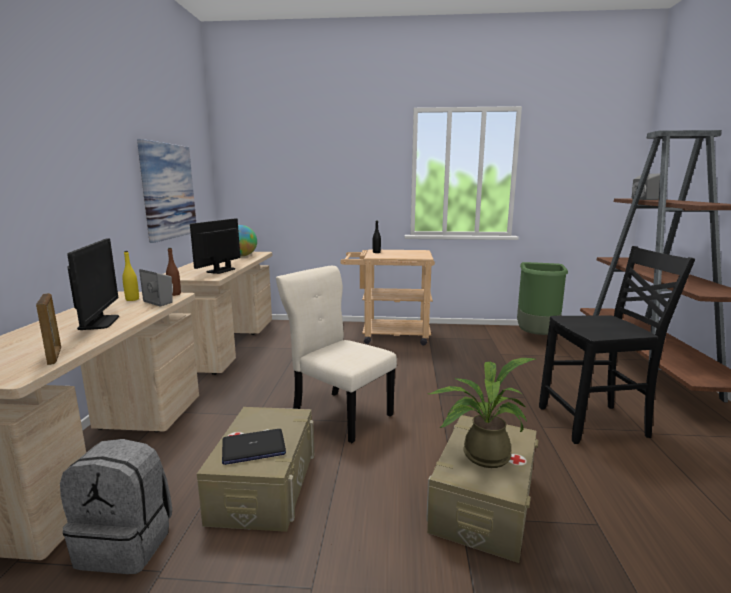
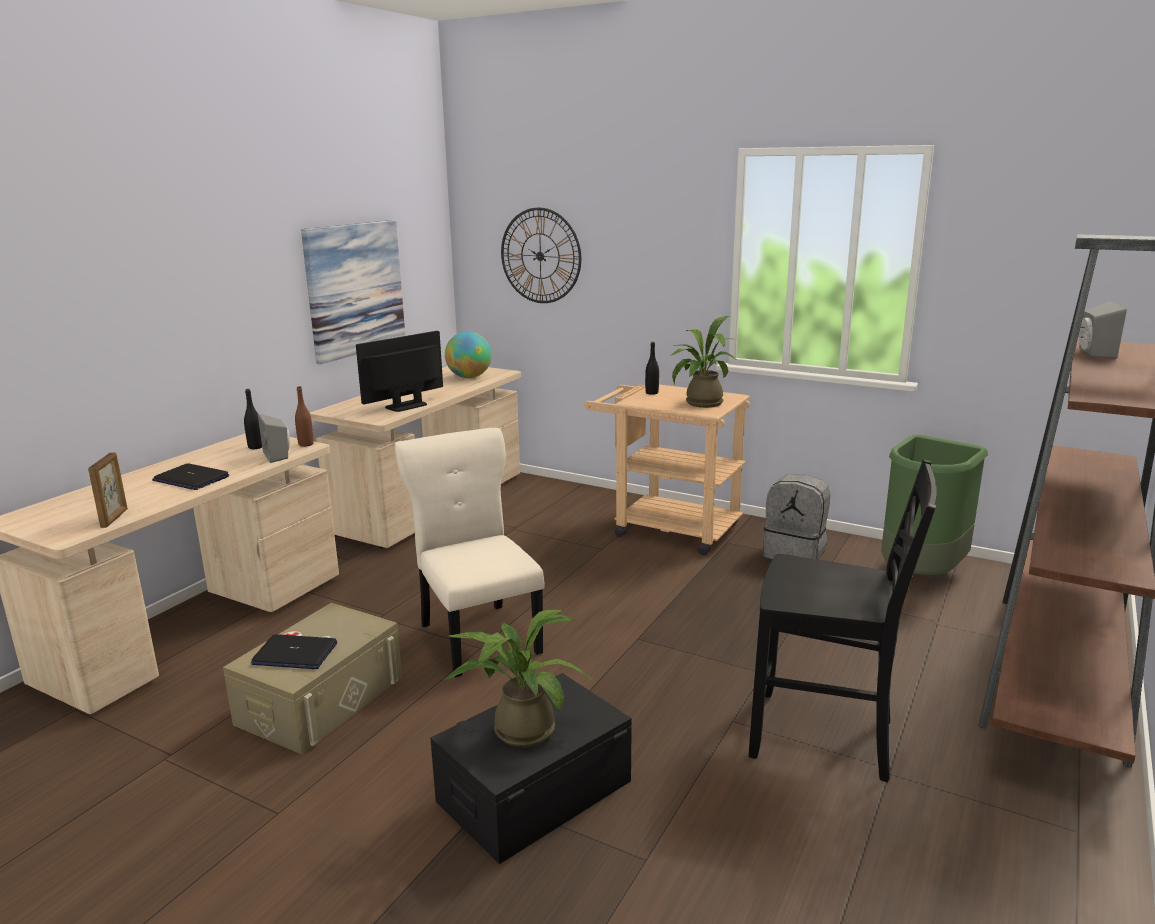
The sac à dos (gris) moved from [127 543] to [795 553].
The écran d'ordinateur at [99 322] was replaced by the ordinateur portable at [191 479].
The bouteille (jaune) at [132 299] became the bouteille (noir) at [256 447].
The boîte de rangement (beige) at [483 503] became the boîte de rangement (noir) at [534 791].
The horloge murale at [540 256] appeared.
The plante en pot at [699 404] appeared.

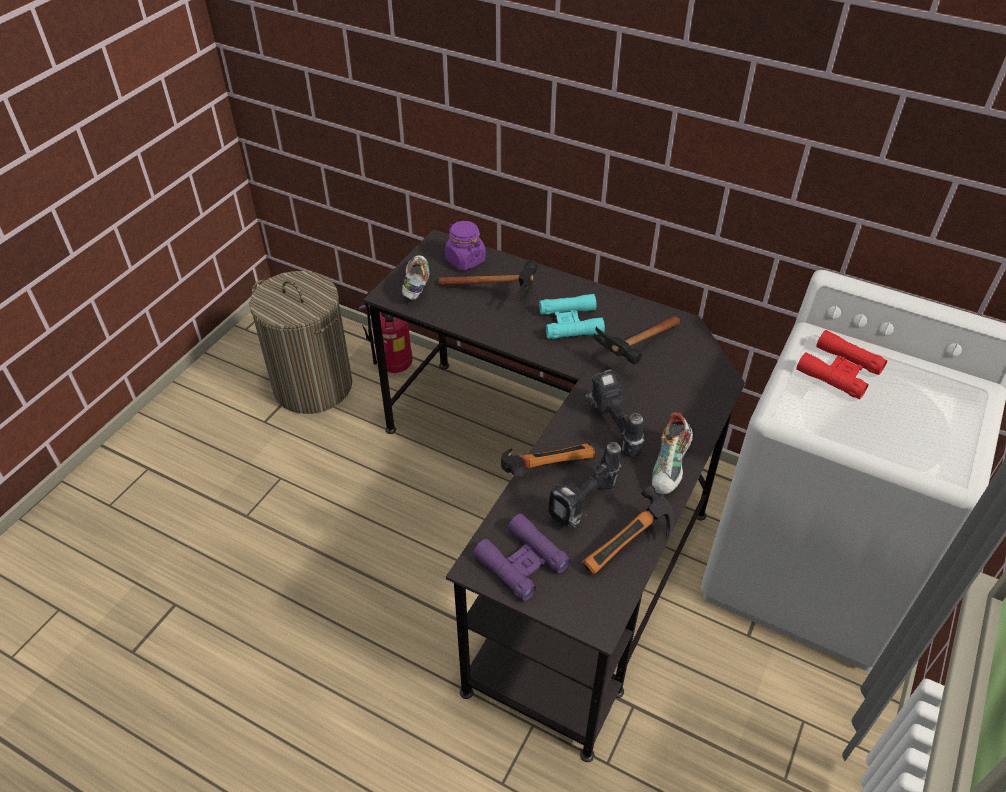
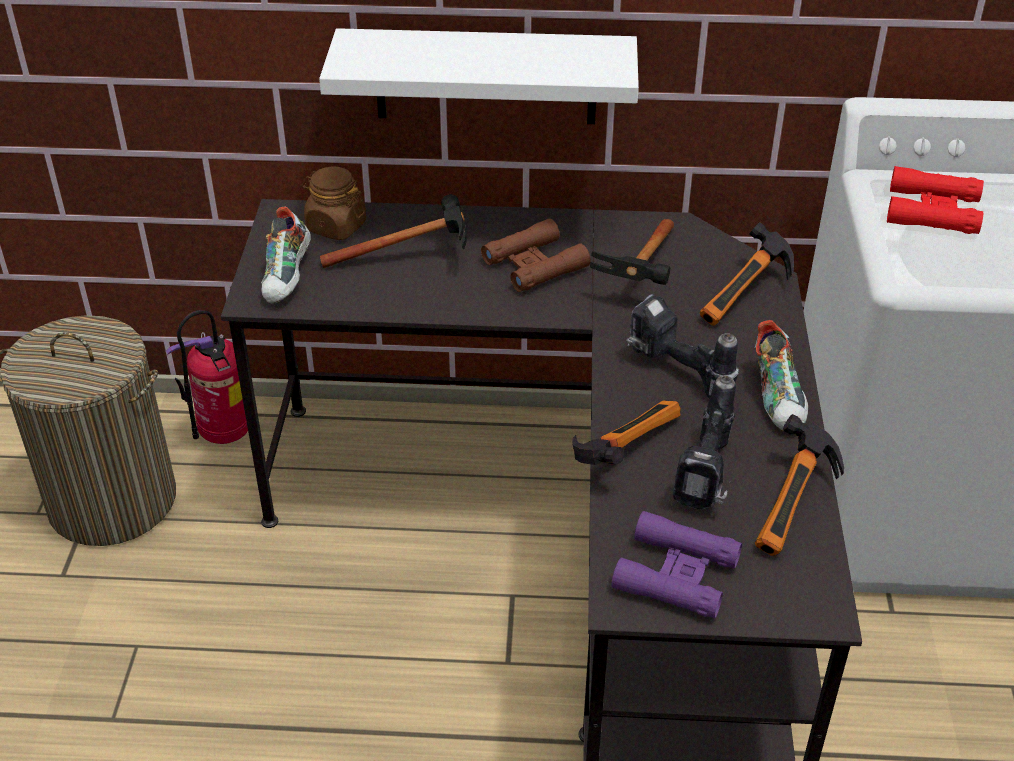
The chaussure at [416 286] turned 150 degrees counterclockwise.
The bocal (violet) at [465 260] became the bocal (marron) at [336 226].
The jumelles (turquoise) at [570 322] became the jumelles (marron) at [534 265].
The étagère (blanc) at [486 76] appeared.
The marteau at [748 298] appeared.

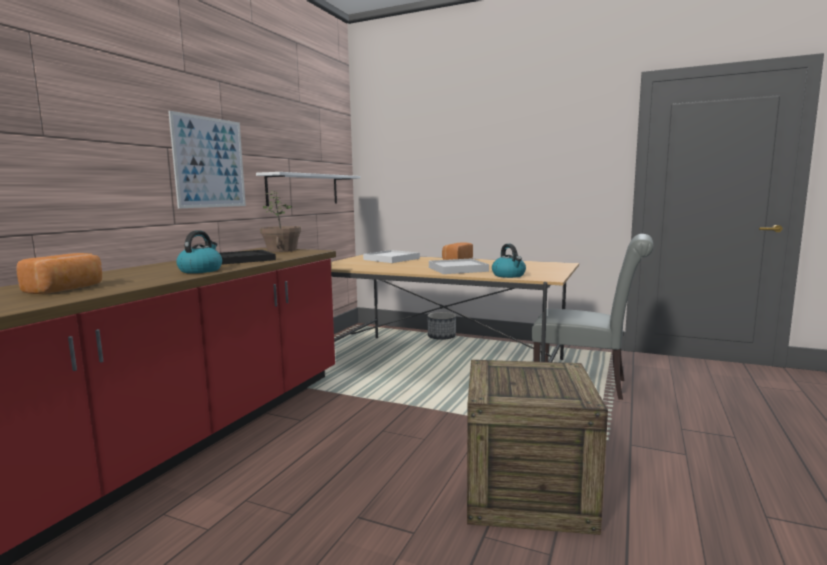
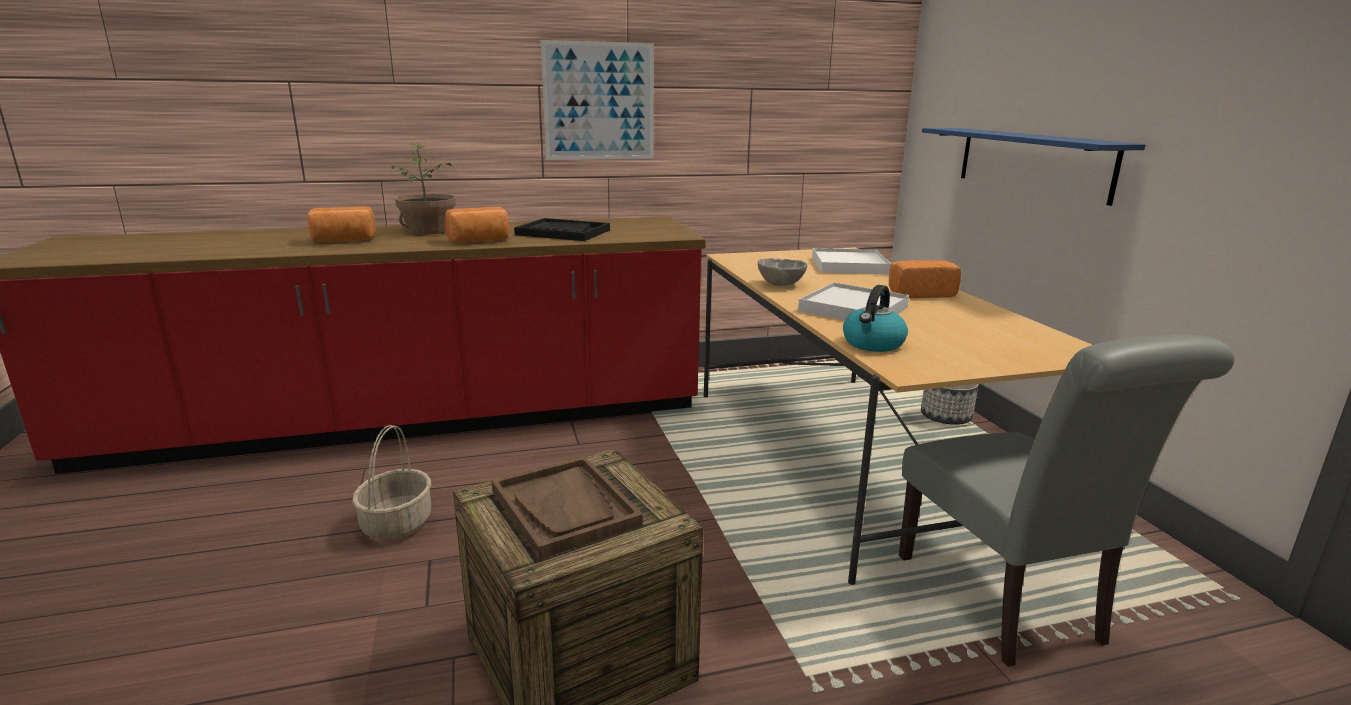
The bouilloire at [201 270] was replaced by the pain at [479 240].
The étagère (blanc) at [304 189] disappeared.
The plante en pot moved from [282 250] to [429 230].
The panier at [397 523] appeared.
The plateau (marron) at [565 508] appeared.
The bol (gris) at [780 284] appeared.
The étagère (bleu) at [1032 162] appeared.

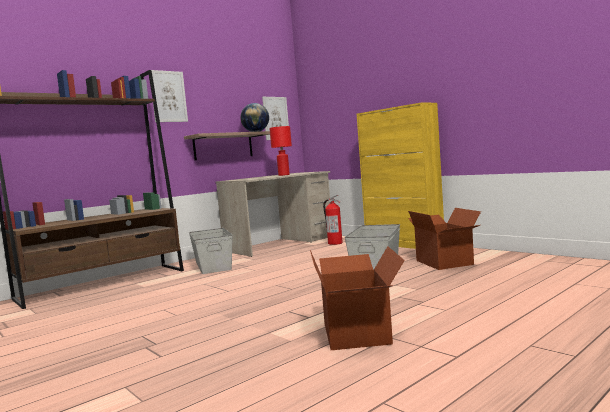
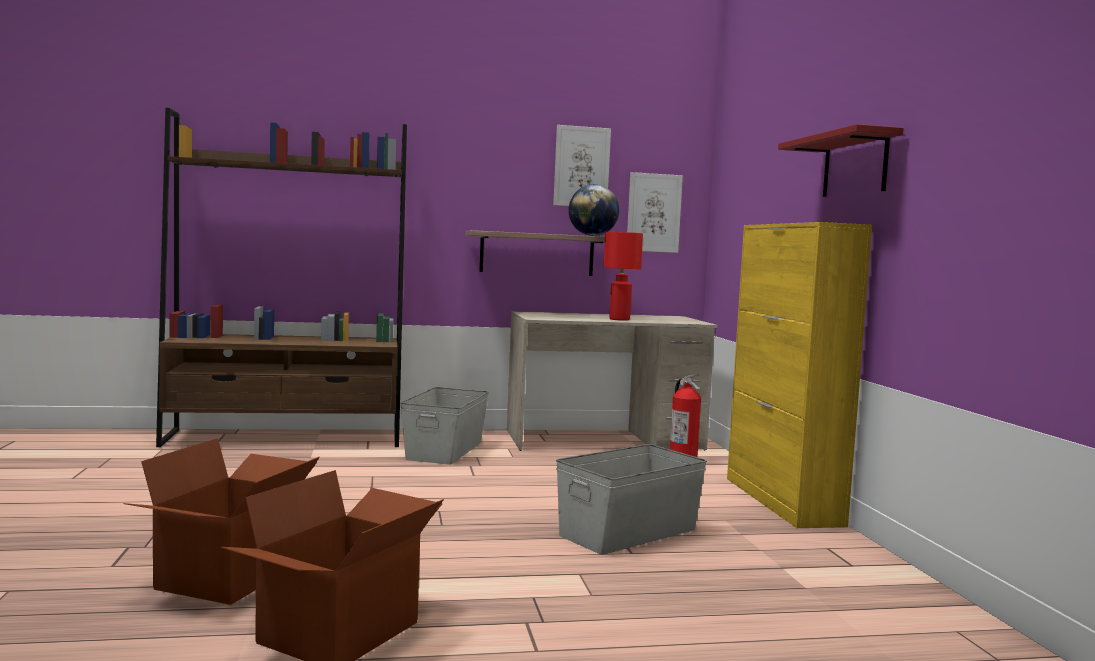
The tableau moved from [168 96] to [581 167].
The carton moved from [445 262] to [230 577].
The étagère (rouge) at [855 166] appeared.

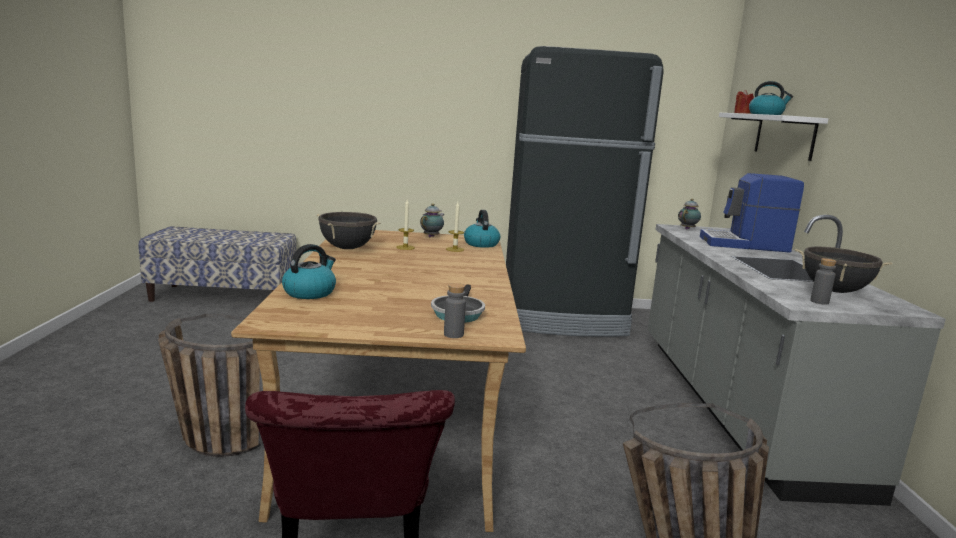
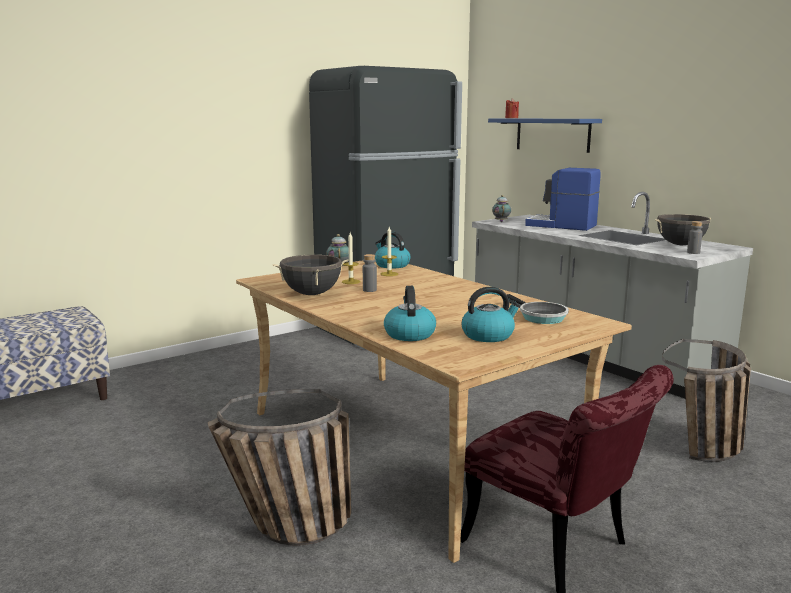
The bouteille (gris) moved from [453 334] to [369 290].
The machine à café at [745 244] turned 60 degrees clockwise.
The étagère (blanc) at [784 136] became the étagère (bleu) at [552 134].
The bouilloire moved from [766 114] to [488 335].

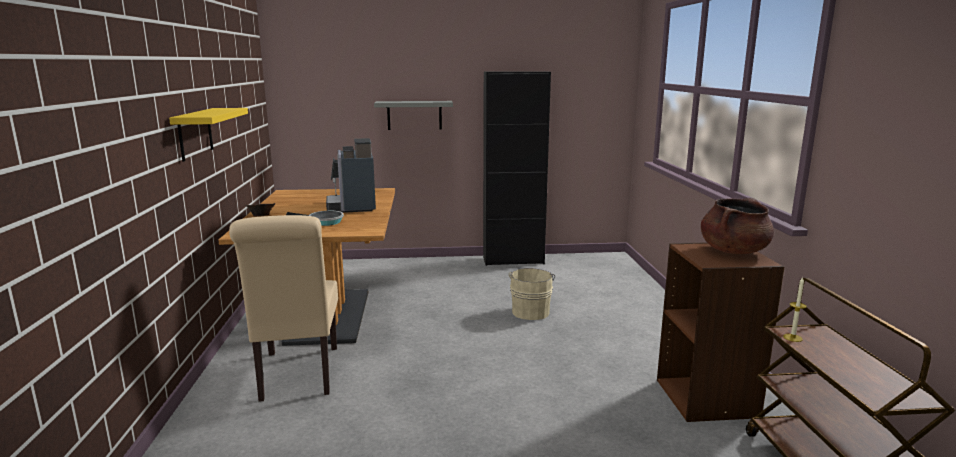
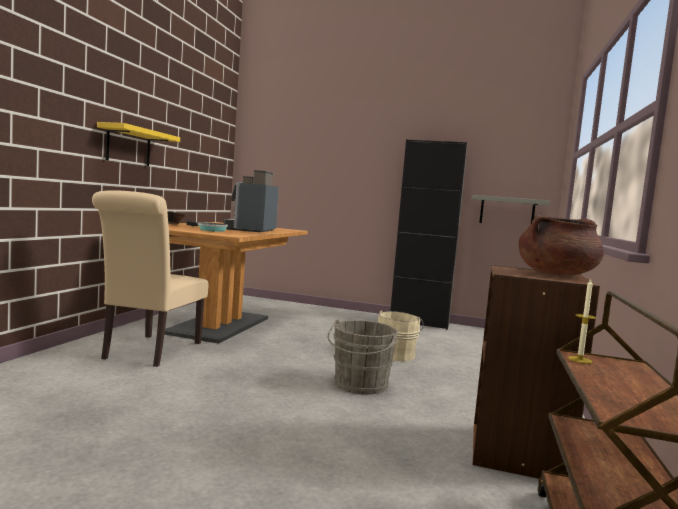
The étagère (gris) moved from [414 115] to [507 211].
The seau (gris) at [359 385] appeared.

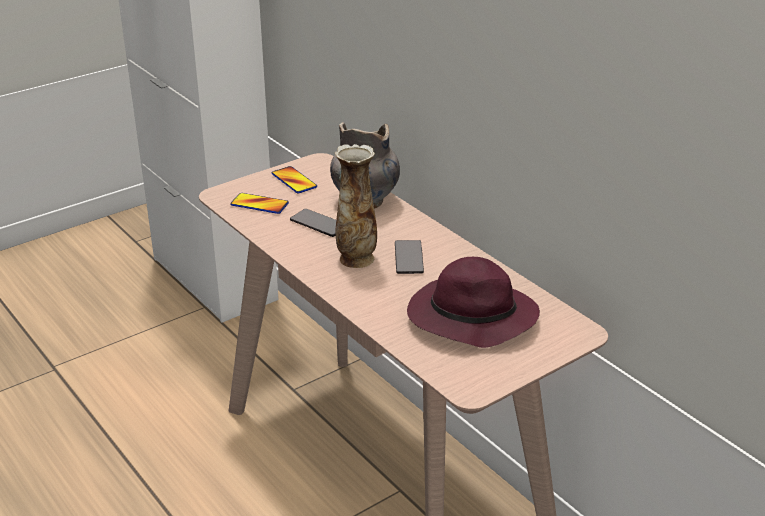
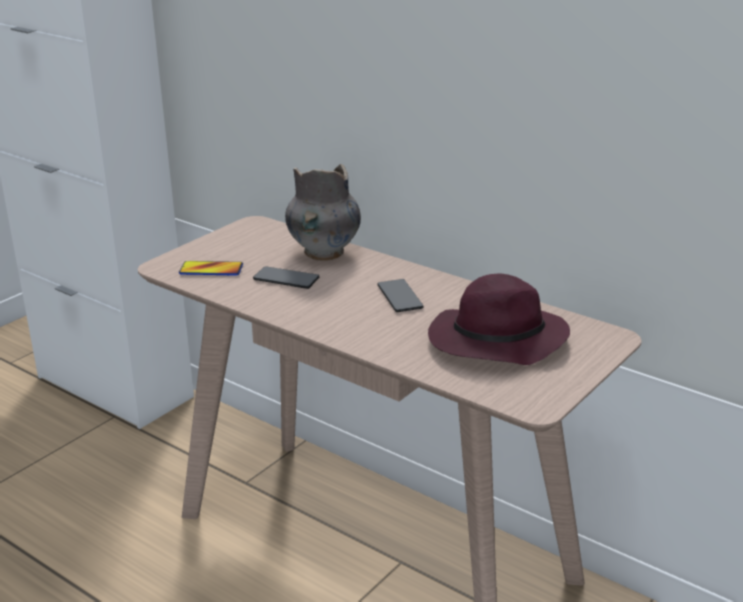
The téléphone at [294 181] disappeared.
The vase at [356 258] disappeared.

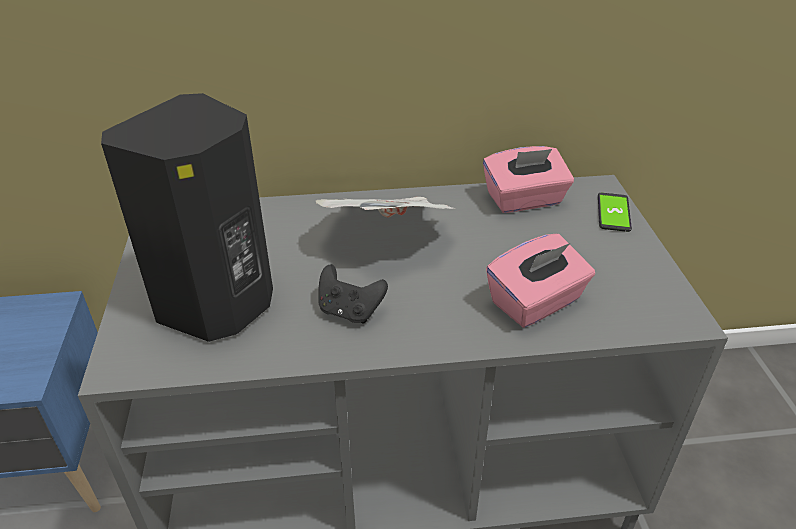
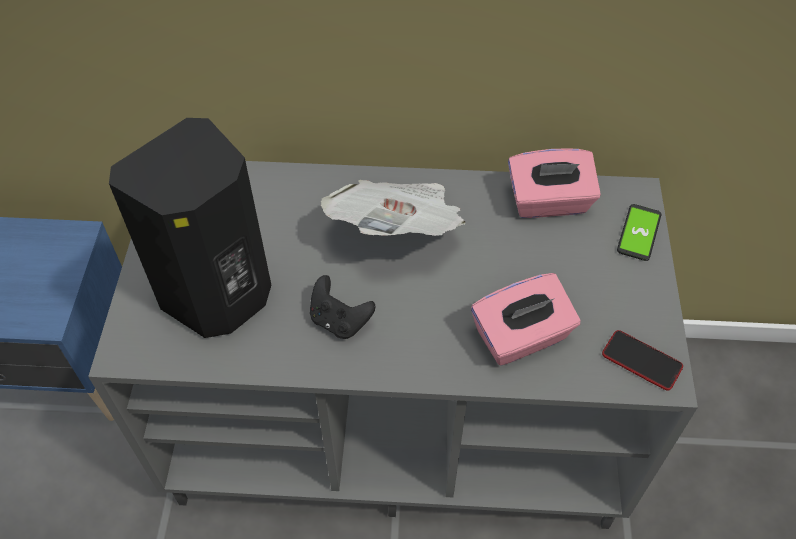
The téléphone at [641 361] appeared.

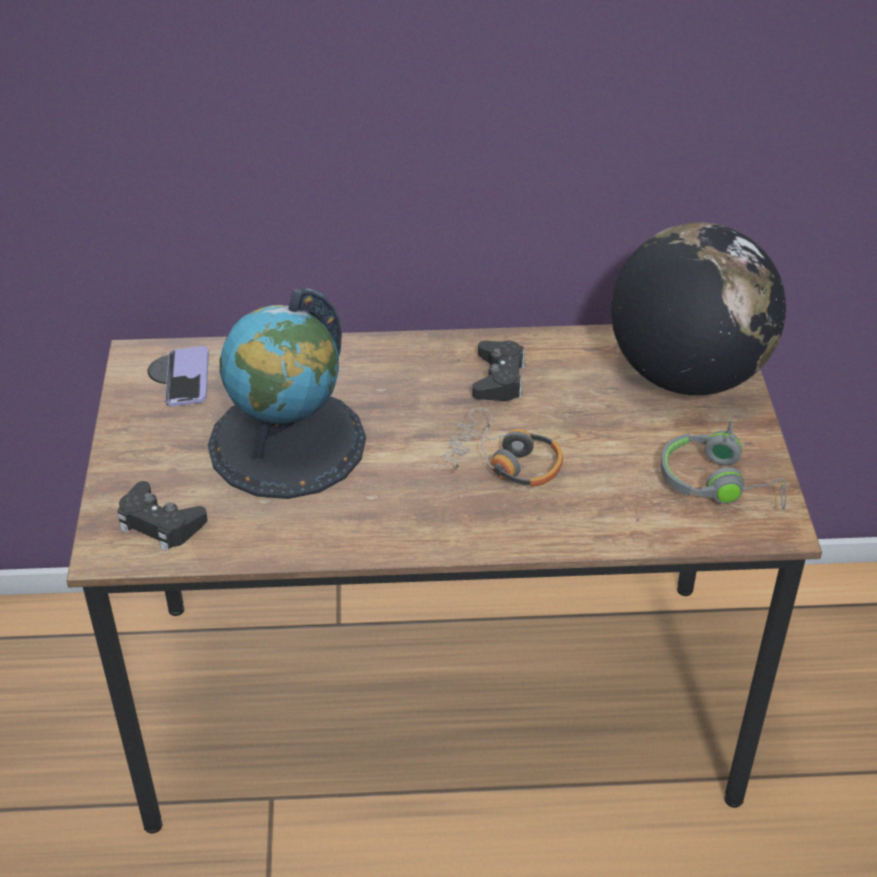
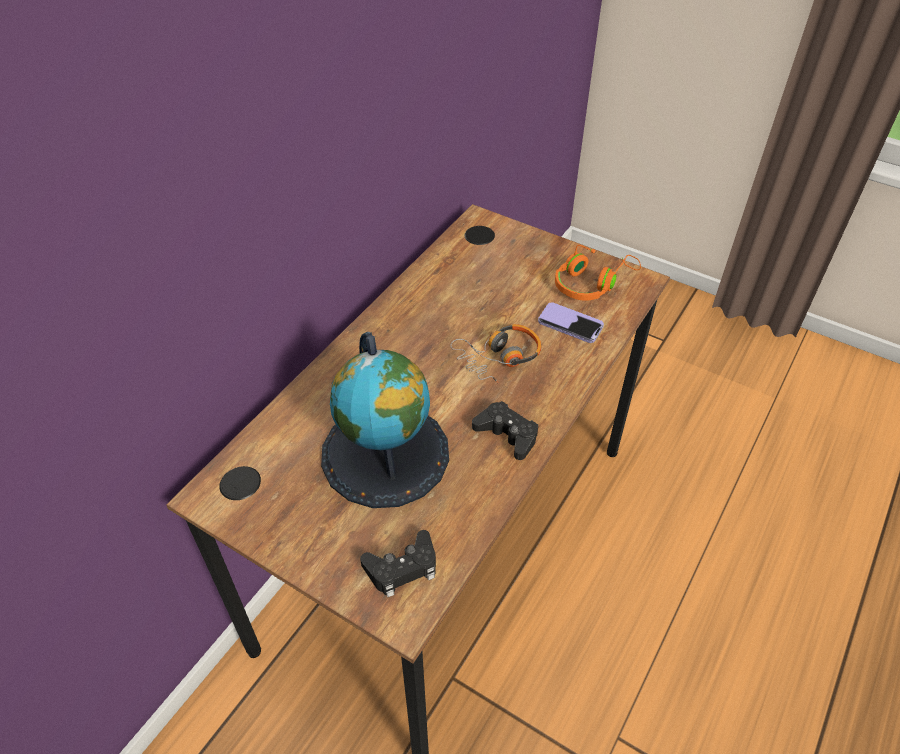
The téléphone moved from [187 378] to [570 324].
The manette (noir) moved from [499 378] to [507 434].
The globe at [687 374] disappeared.
The casque audio (gris) at [719 483] became the casque audio (orange) at [591 283].

